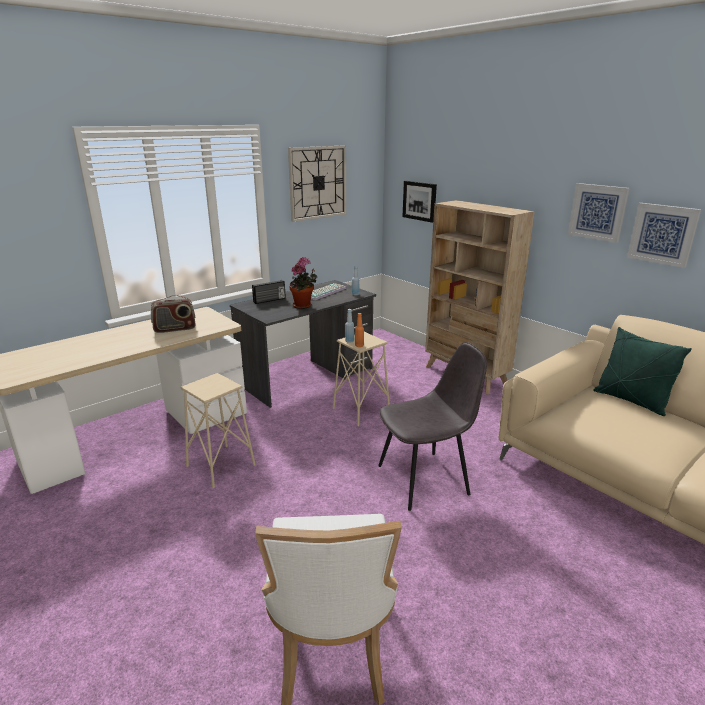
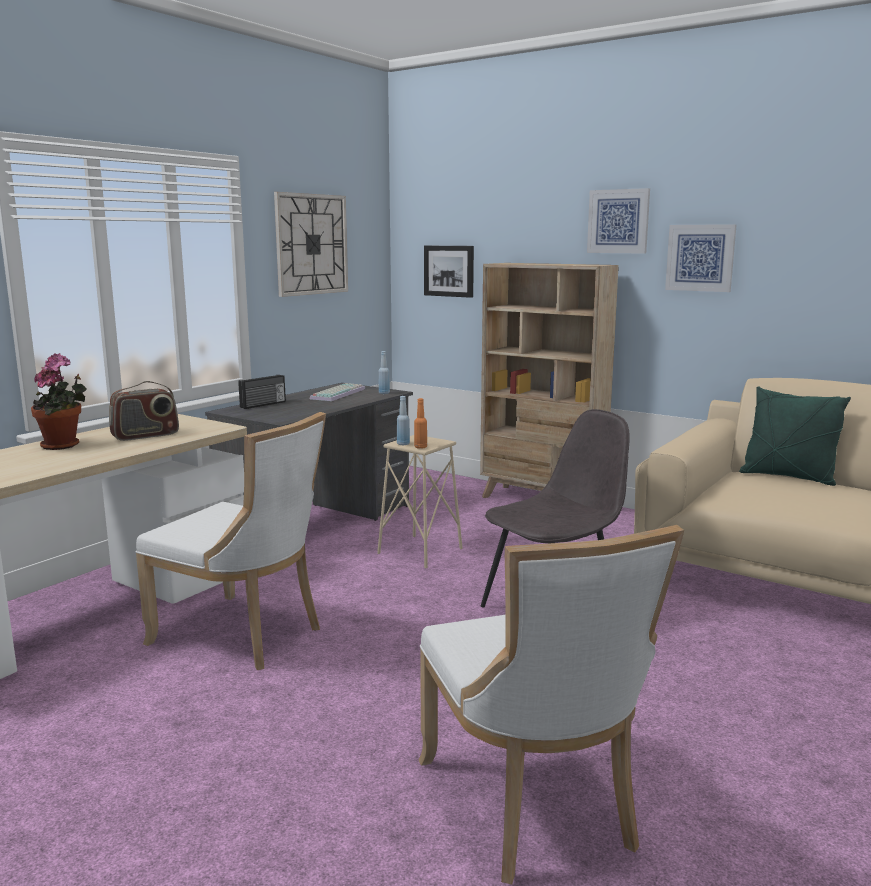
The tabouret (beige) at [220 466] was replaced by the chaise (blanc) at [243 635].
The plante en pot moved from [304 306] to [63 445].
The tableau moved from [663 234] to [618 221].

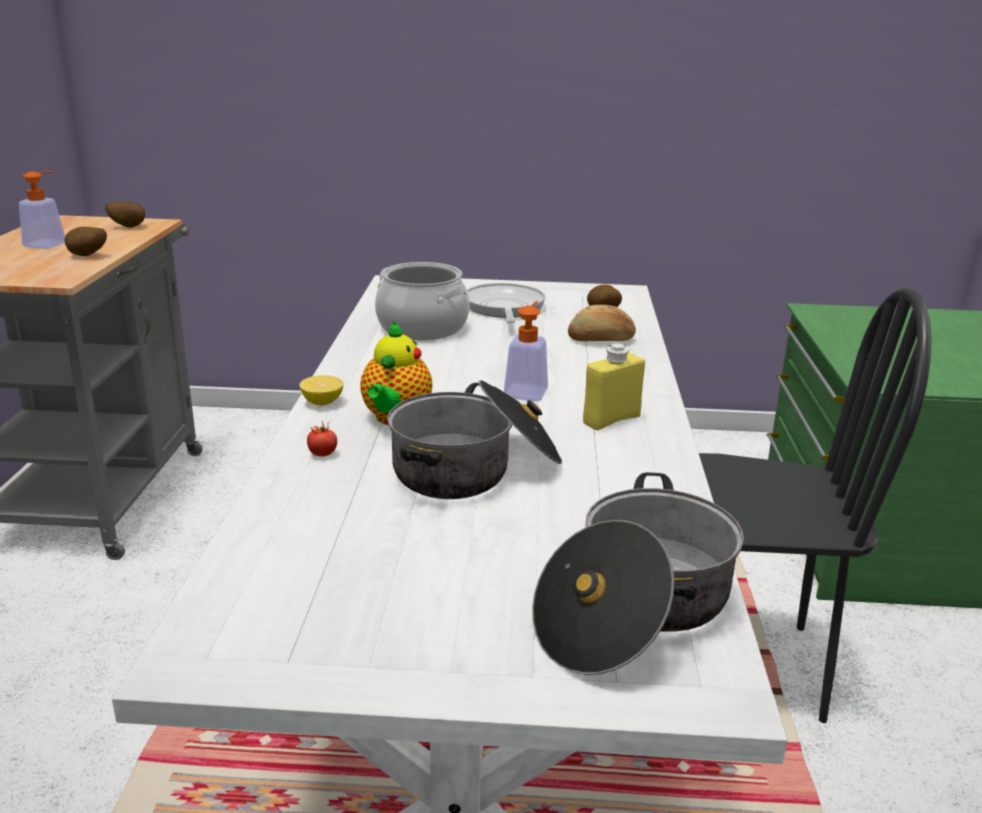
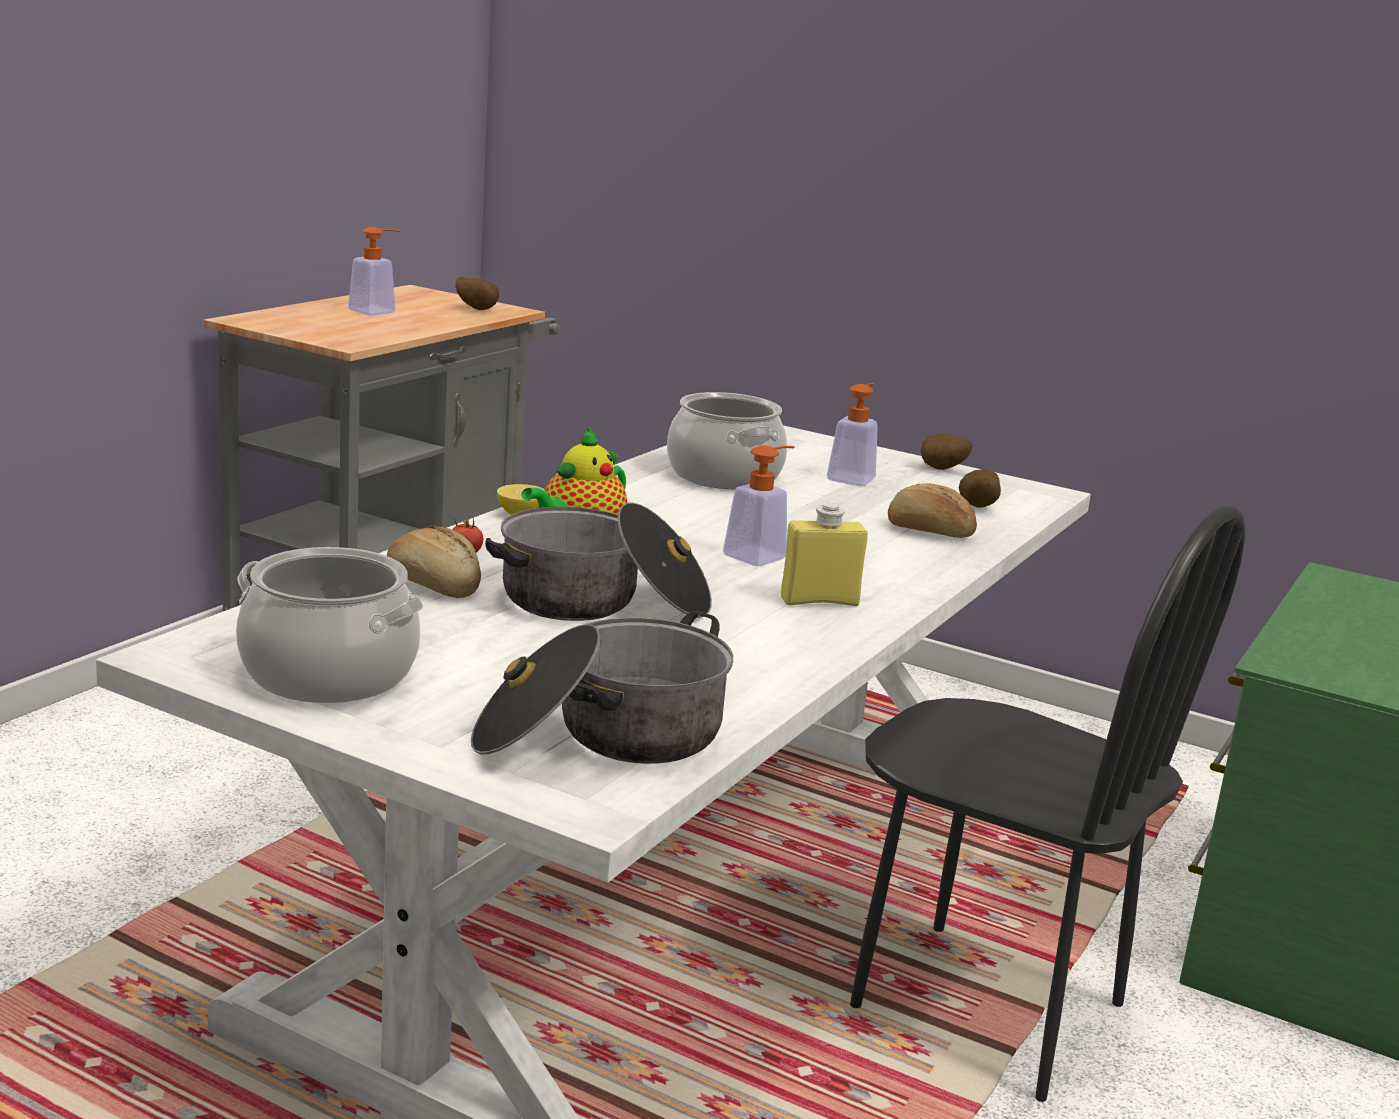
The pomme de terre moved from [87 256] to [941 470].
The poêle at [503 308] was replaced by the distributeur de savon at [853 477].
The marmite at [330 674] appeared.
The pain at [433 585] appeared.

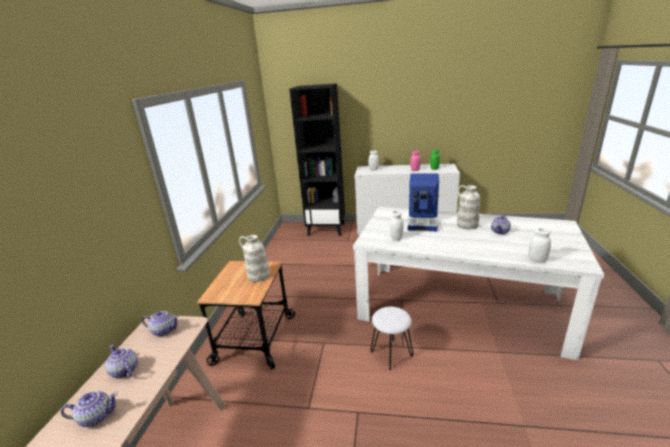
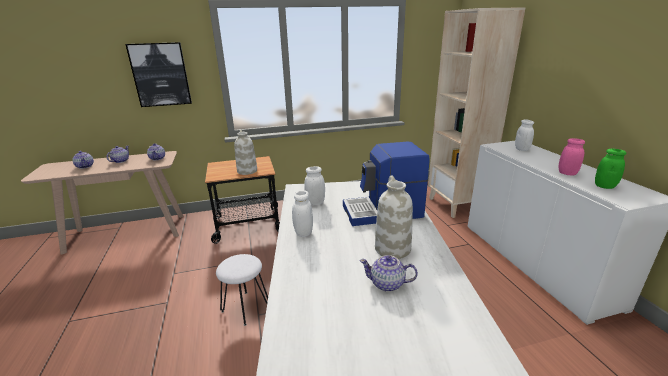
The bibliothèque (noir) at [326 229] became the bibliothèque (beige) at [456 205].
The bocal (blanc) moved from [537 260] to [303 232].
The tableau at [160 74] appeared.

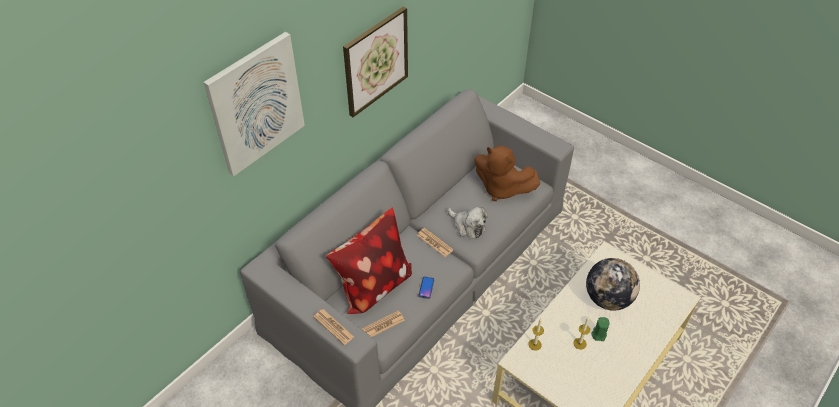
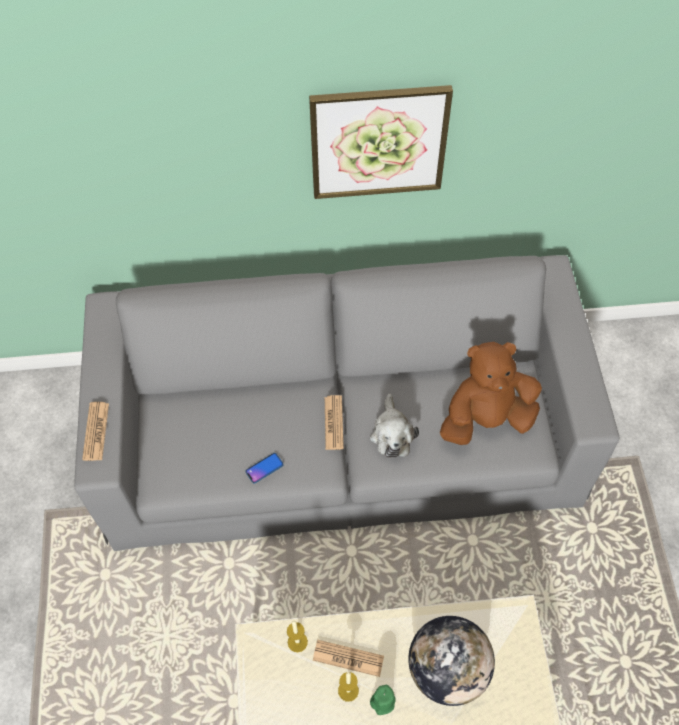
The tableau at [256 104] disappeared.
The coussin at [373 285] disappeared.
The journal moved from [382 325] to [348 658].
The peluche (marron) at [501 188] turned 90 degrees clockwise.

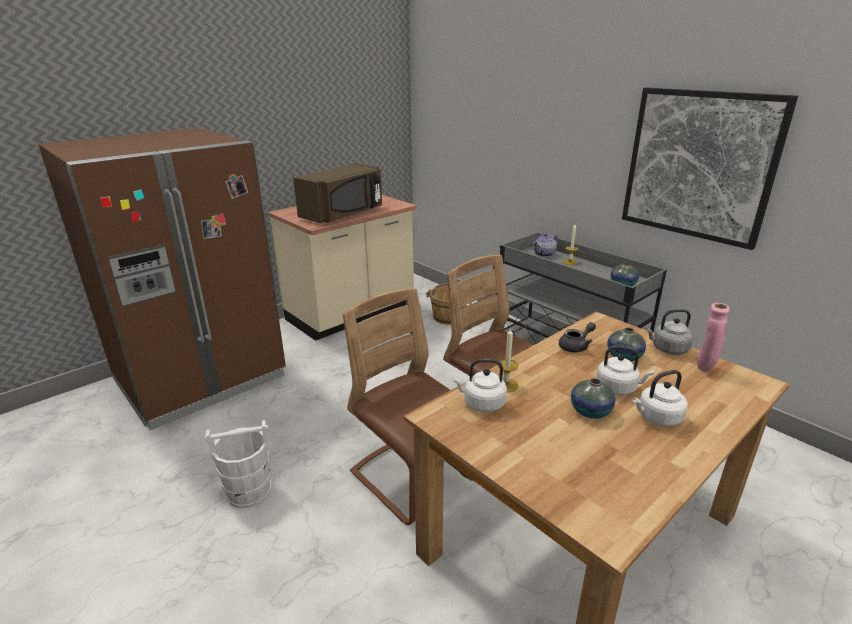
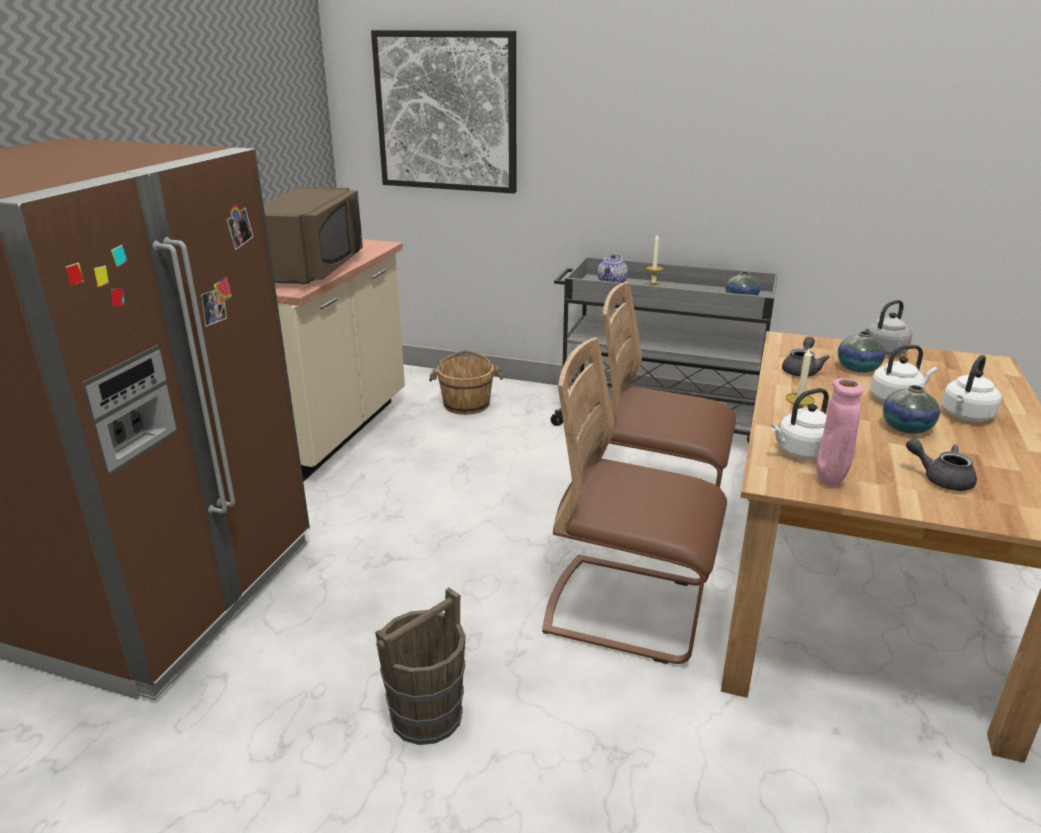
The seau (blanc) at [248 491] became the seau (marron) at [425 716].
The tableau moved from [699 165] to [446 112].
The vase (rose) moved from [705 369] to [830 481].
The théière (gris) at [941 479] appeared.

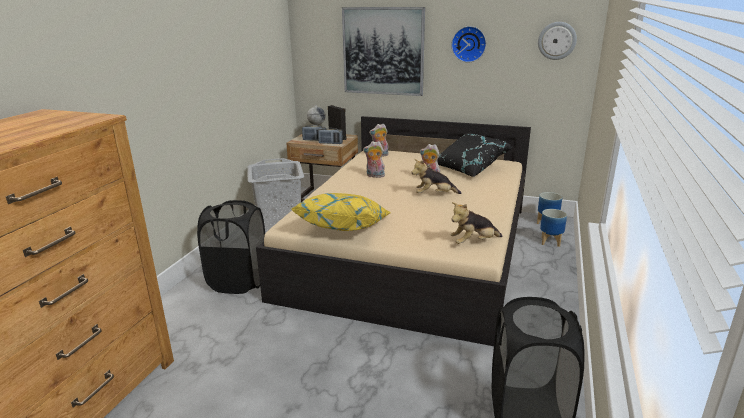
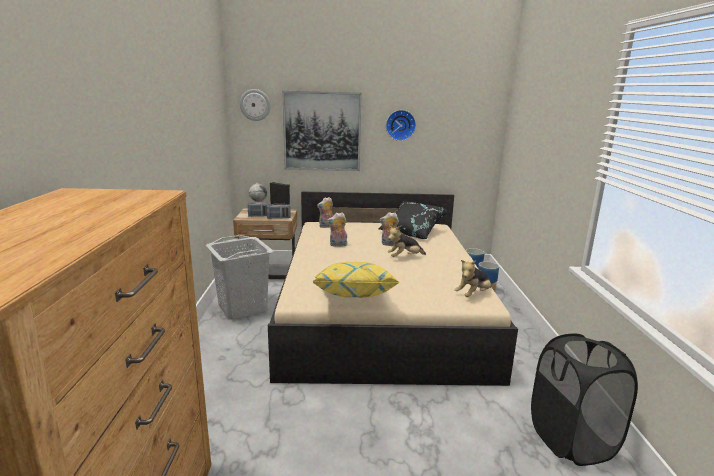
The panier à linge (noir) at [239 281] disappeared.
The horloge murale moved from [557 40] to [255 105].

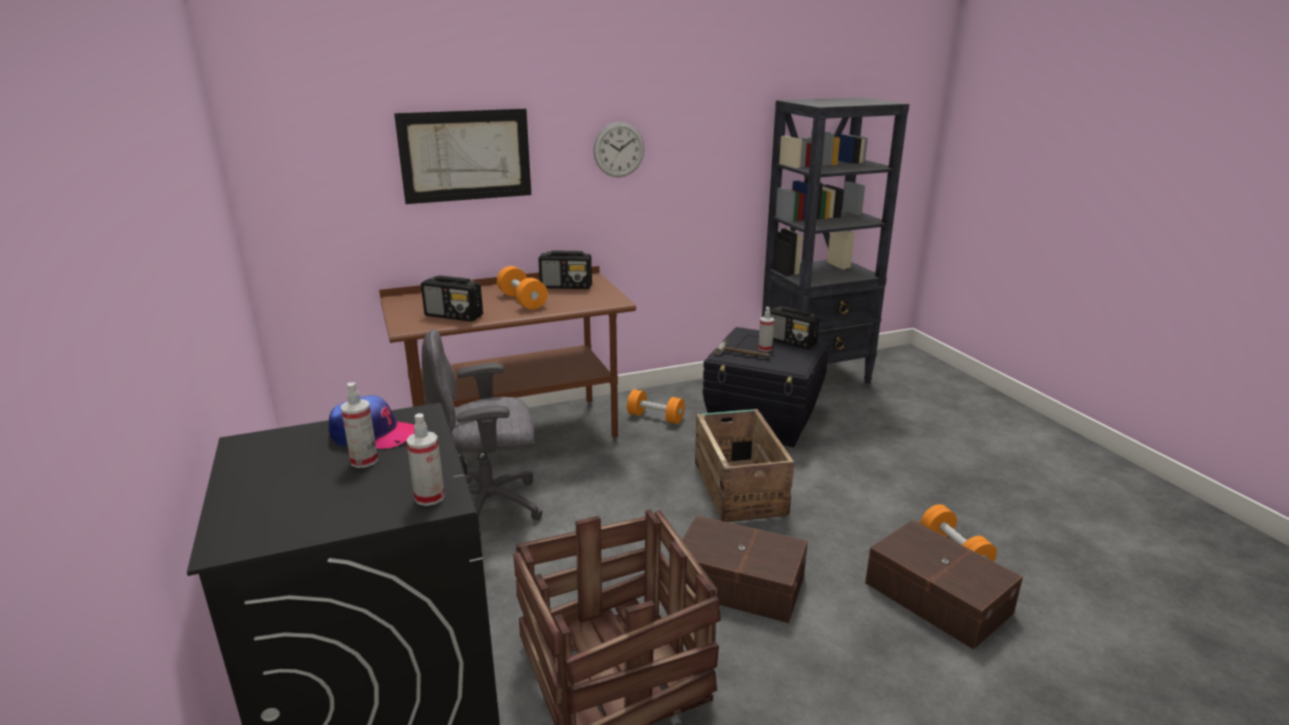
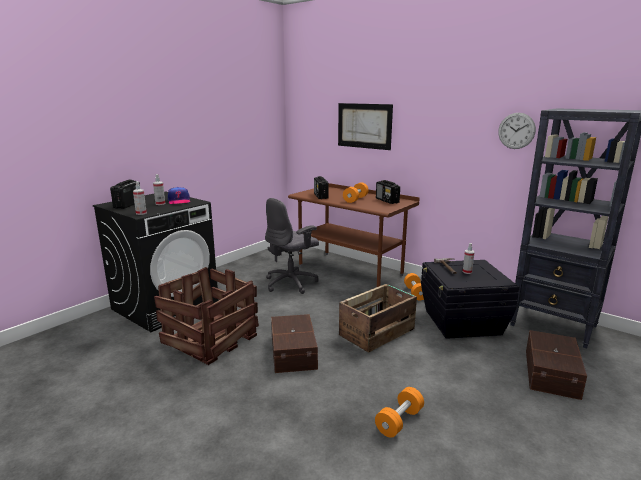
The chaise de bureau (gris) at [490 507] turned 90 degrees counterclockwise.
The horloge murale moved from [619 149] to [516 131].
The radio moved from [791 342] to [127 204].
The boîte de rangement (marron) moved from [937 596] to [552 373].

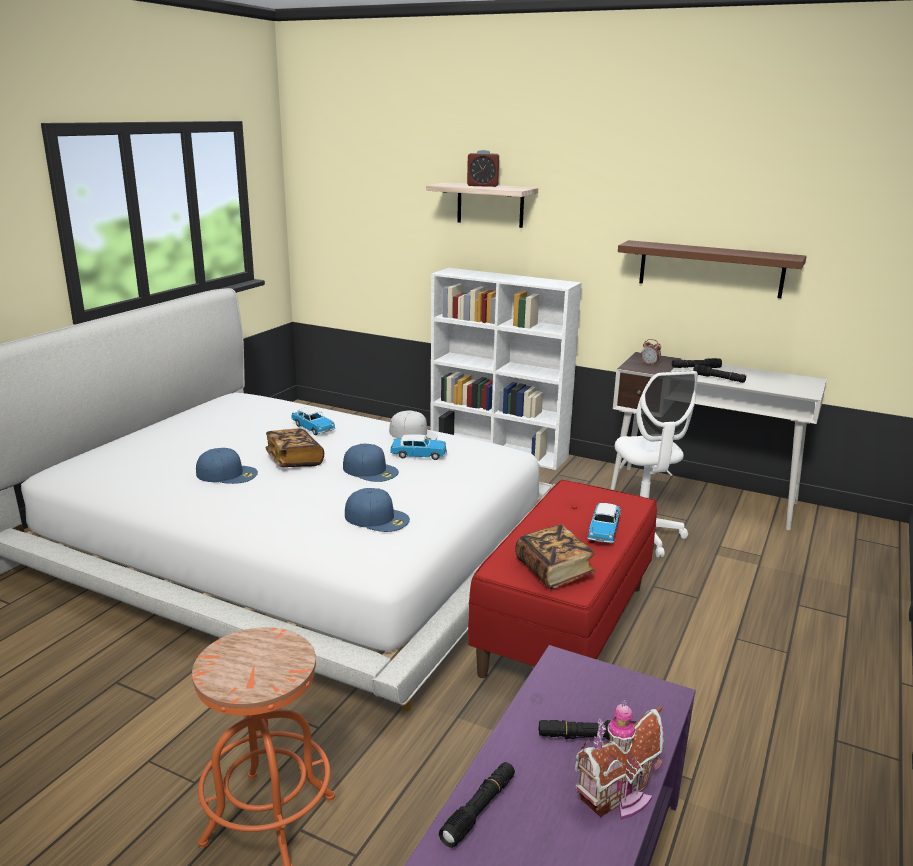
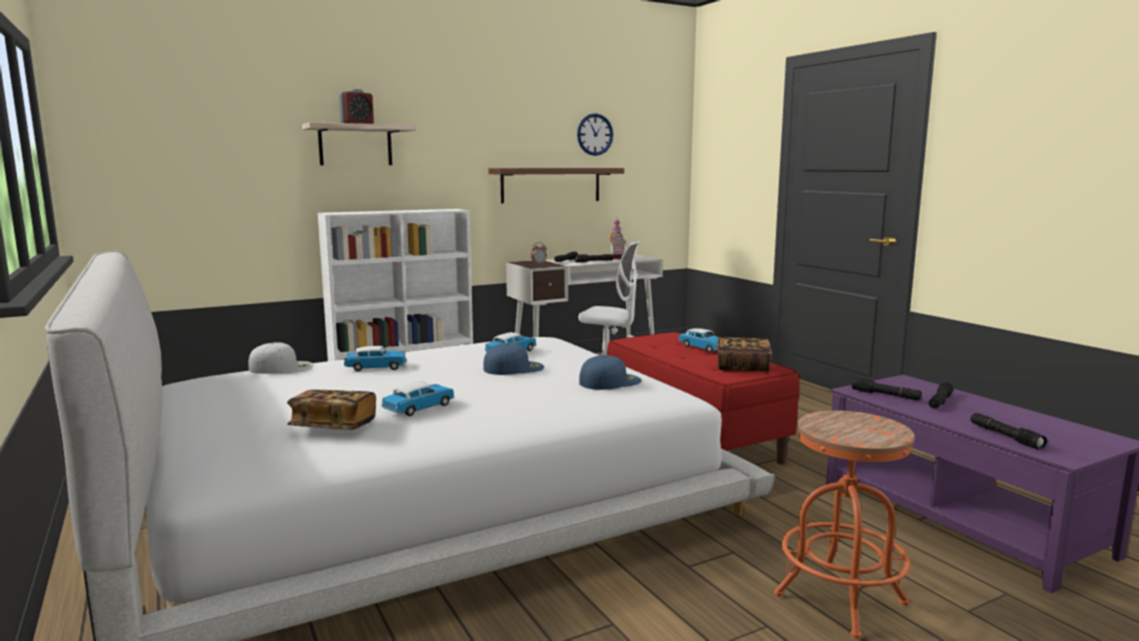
The casquette (bleu) at [227 473] was replaced by the petite voiture at [419 408].
The livre moved from [294 460] to [334 427].
The casquette (blanc) moved from [413 434] to [282 367].
The maison miniature moved from [619 797] to [619 257].
The horloge murale at [594 134] appeared.
The lampe de poche (noir) at [885 395] appeared.

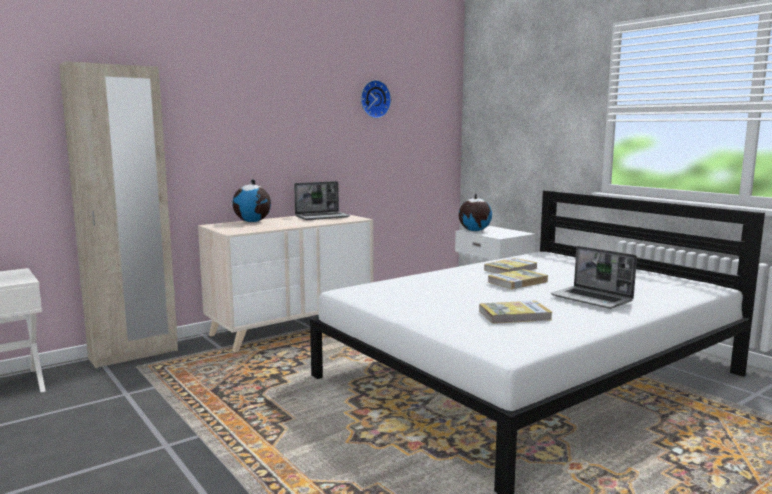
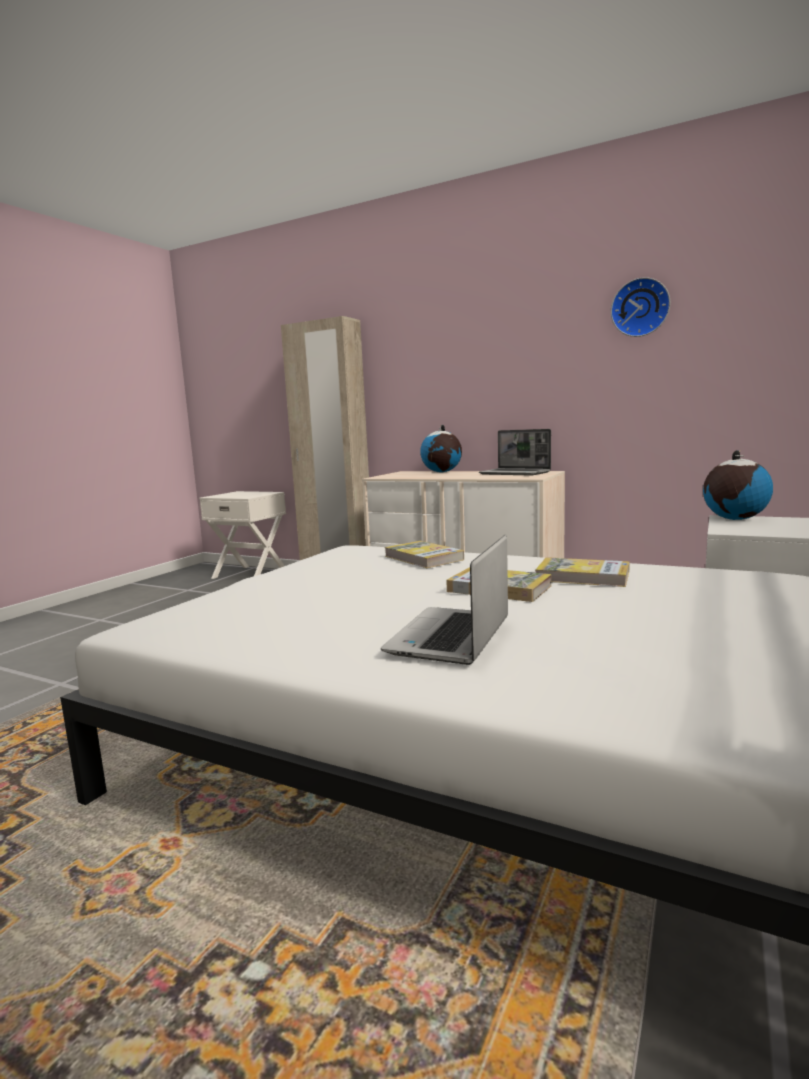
The livre moved from [514 315] to [423 558].

